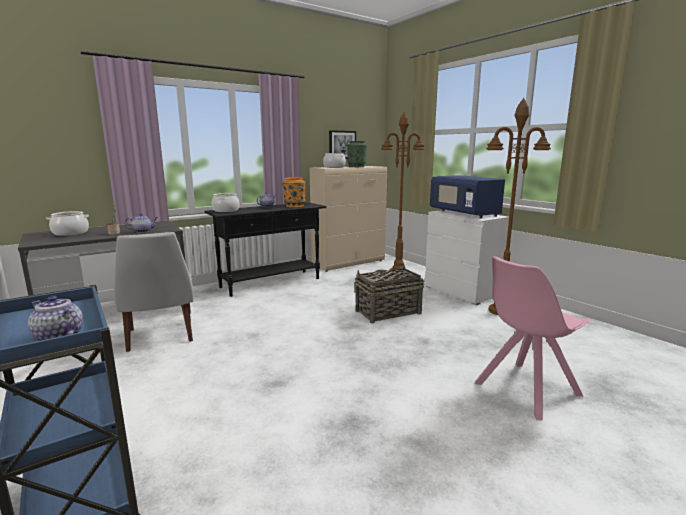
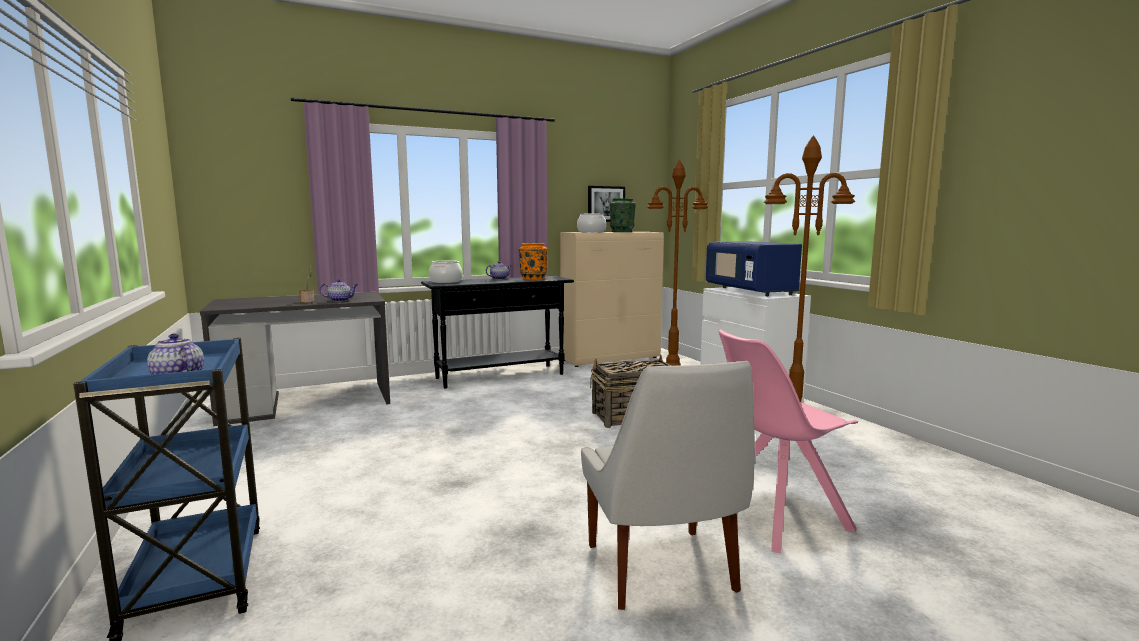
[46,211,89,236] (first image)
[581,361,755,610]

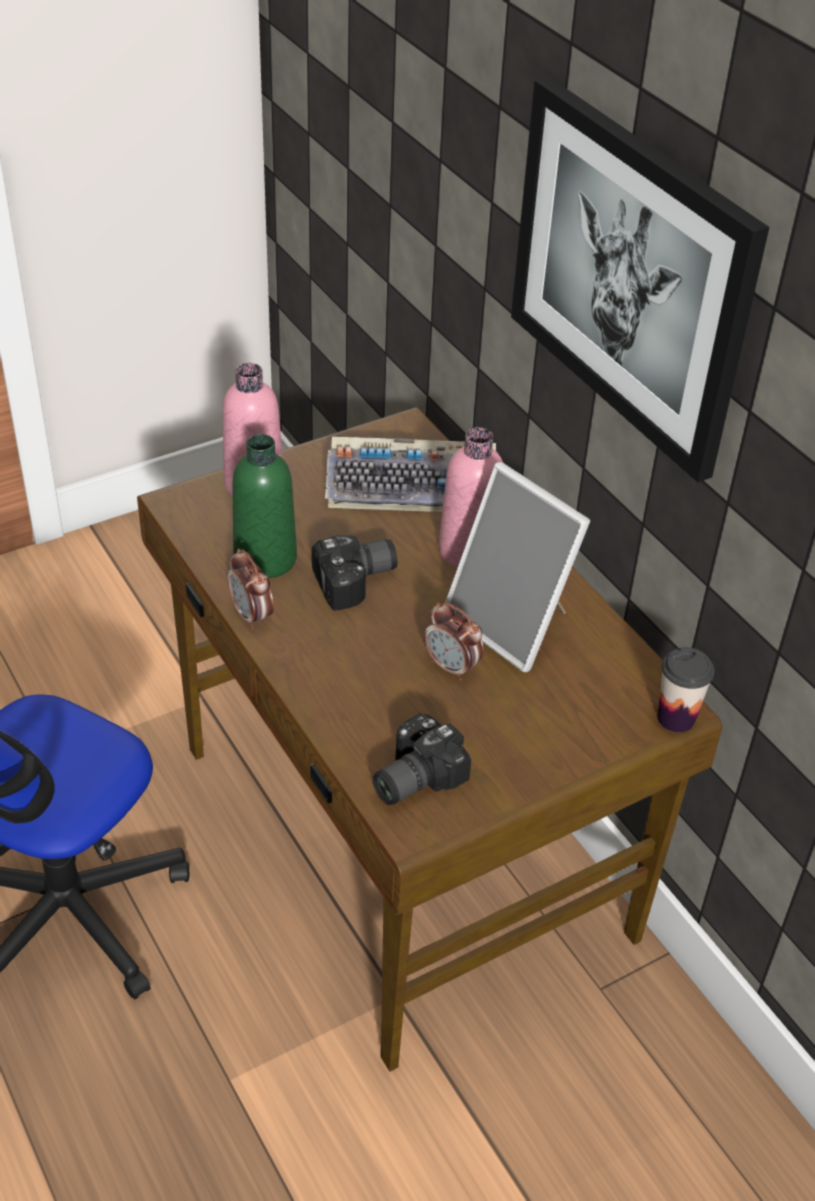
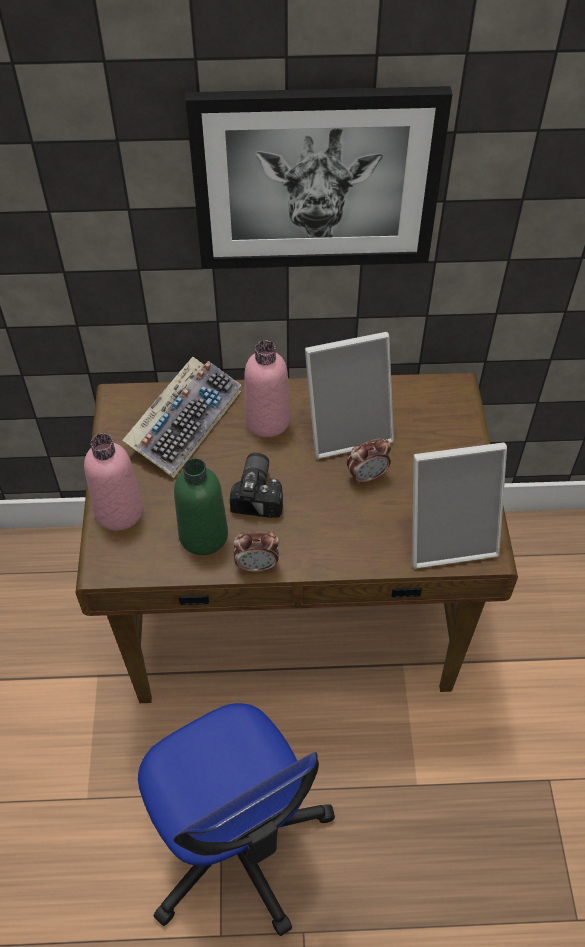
[412,442,507,569]
[657,647,714,733] (first image)

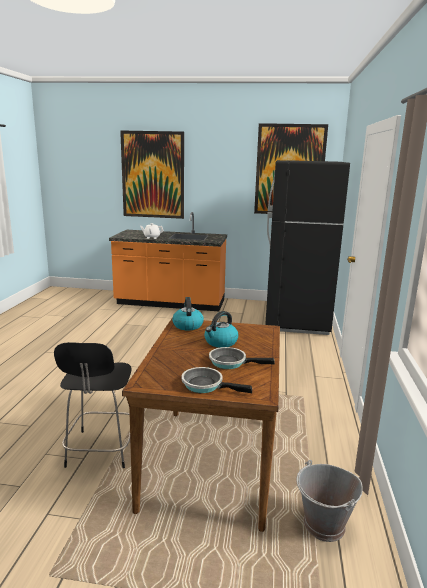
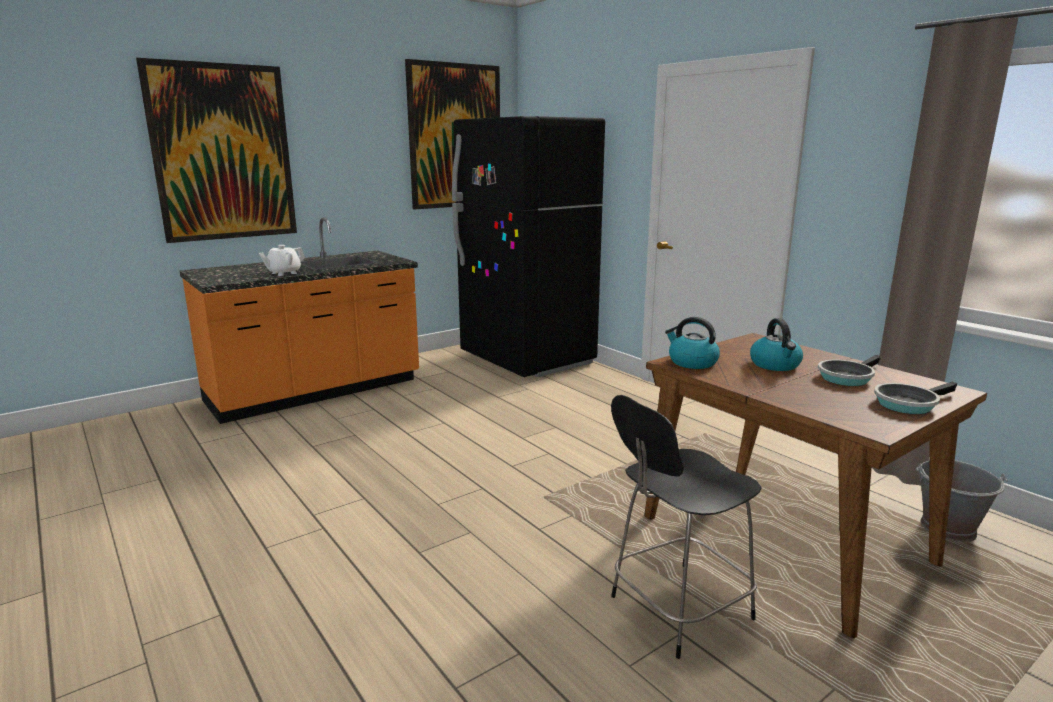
[611,395,762,659]

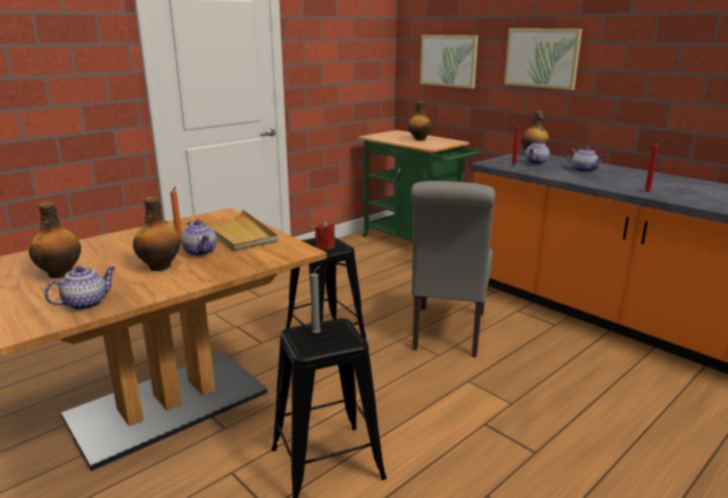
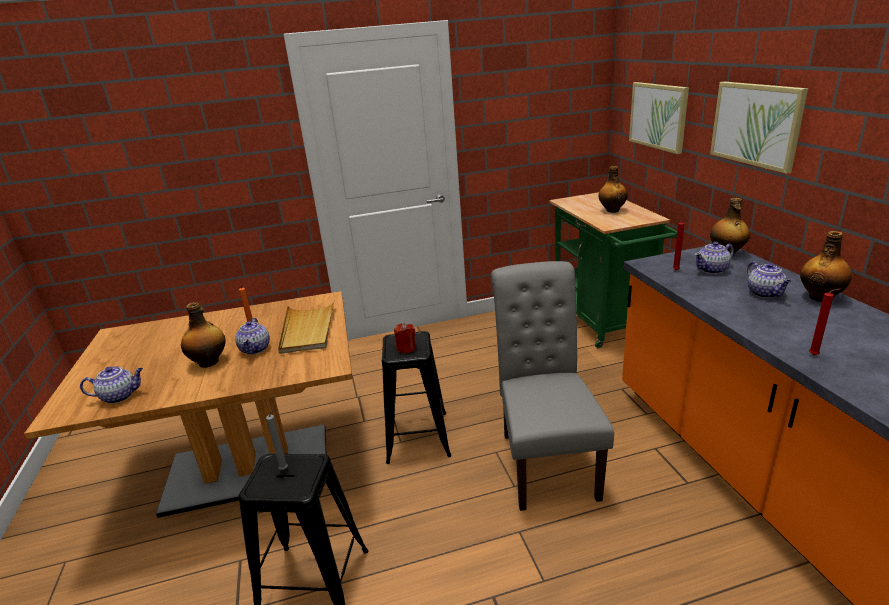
[800,231,852,302]
[491,261,614,511]

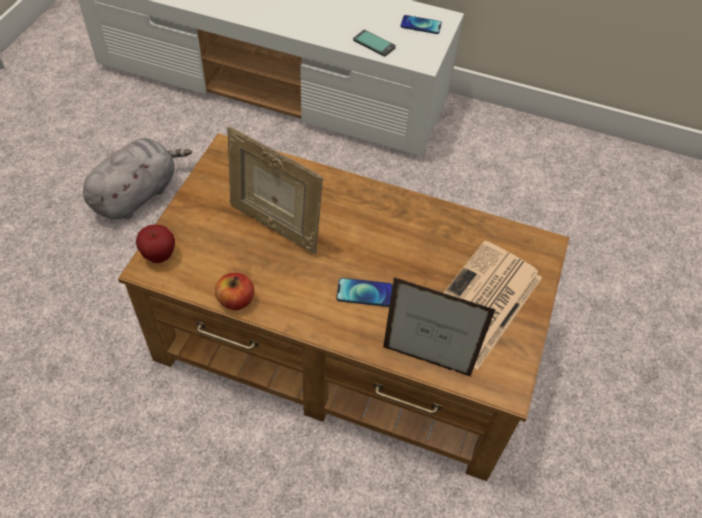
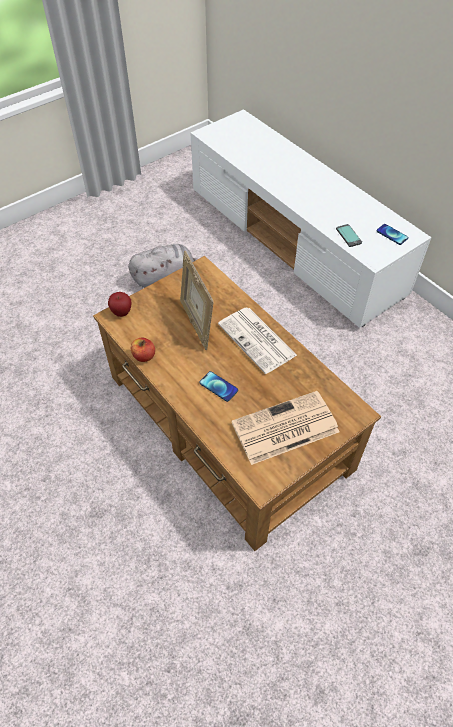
[383,277,496,377] (first image)
[218,307,297,374]

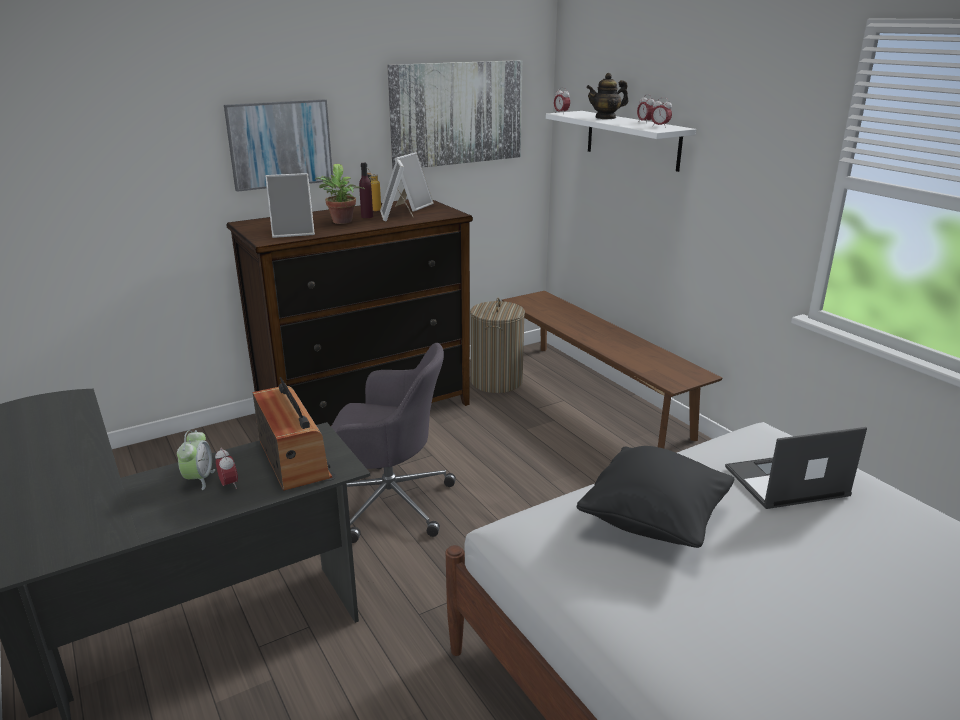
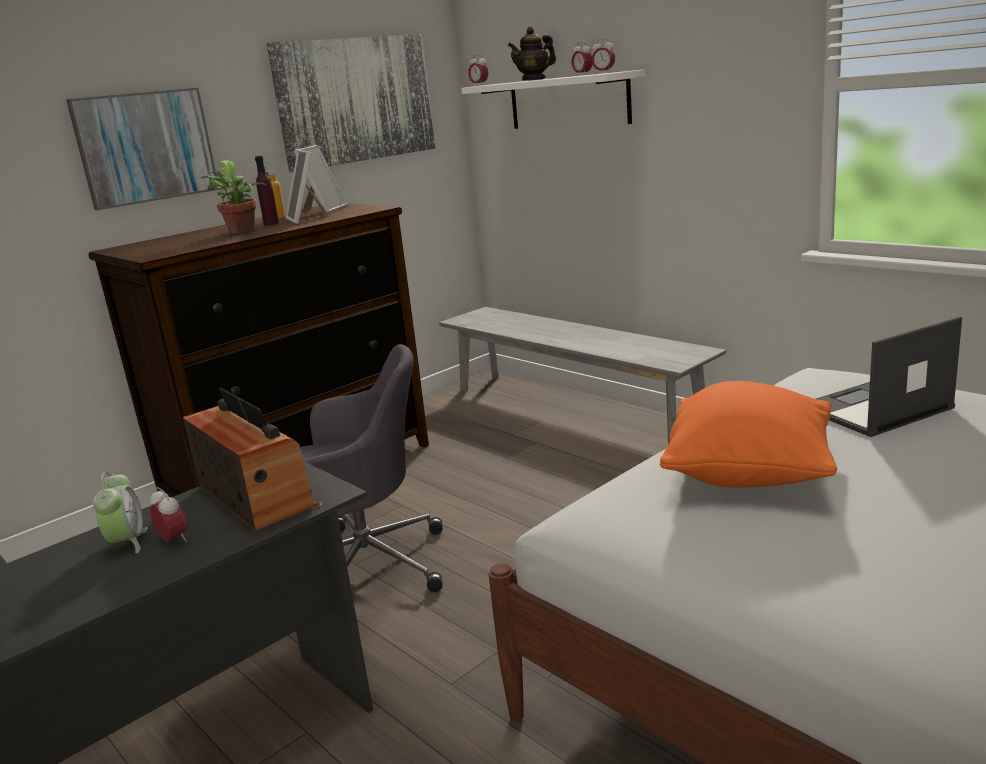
[265,173,315,238] (first image)
[470,298,525,393] (first image)
[439,307,727,445]
[660,381,837,488]

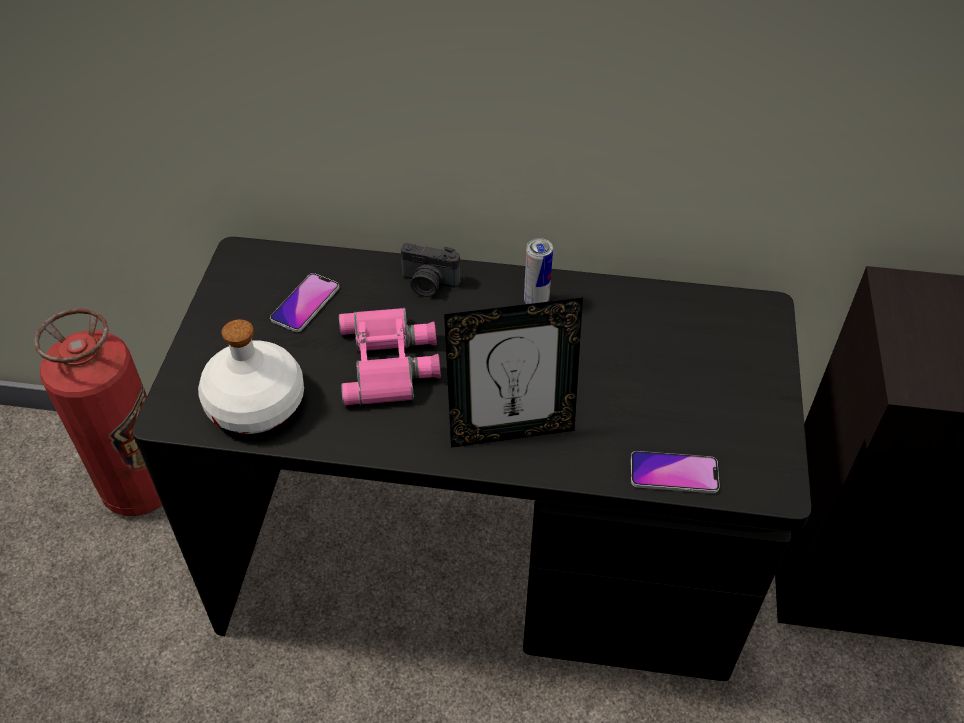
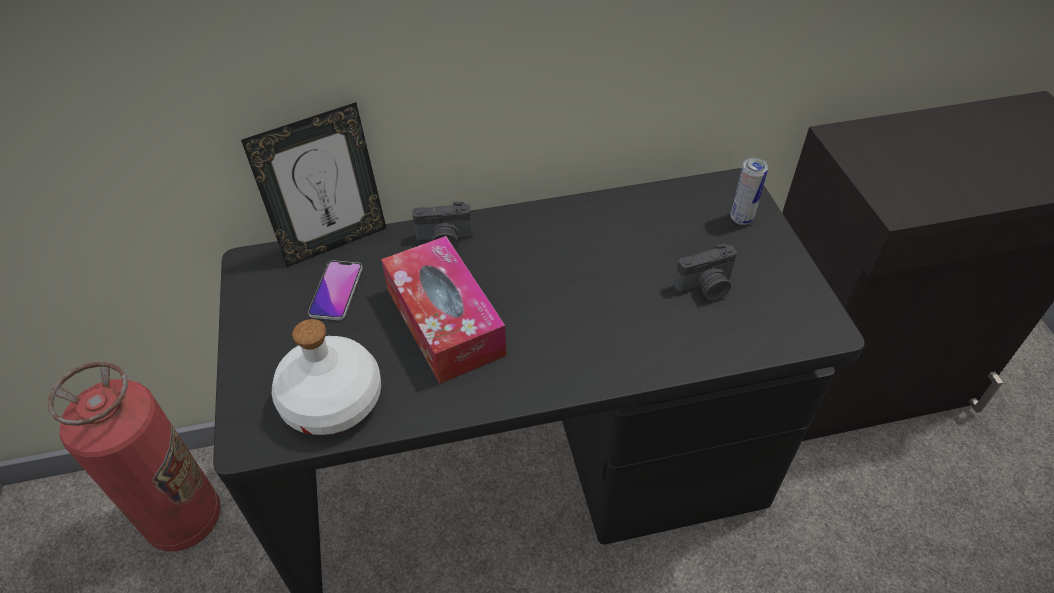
[381,236,507,384]
[241,102,386,267]
[731,158,768,225]
[631,451,720,493] (first image)
[674,243,737,301]

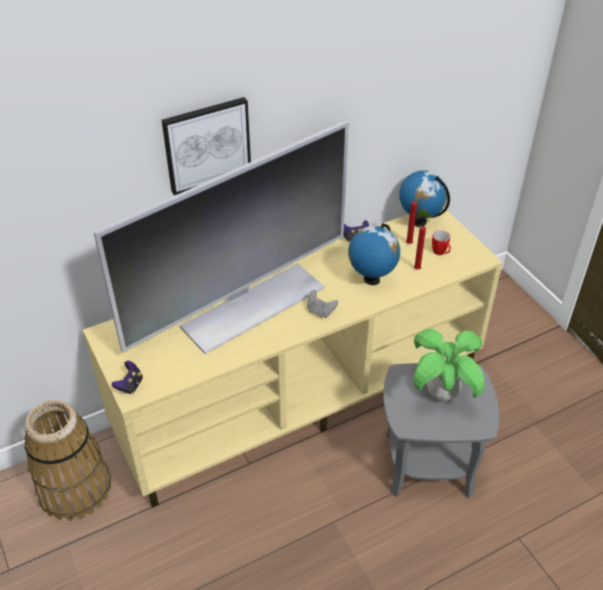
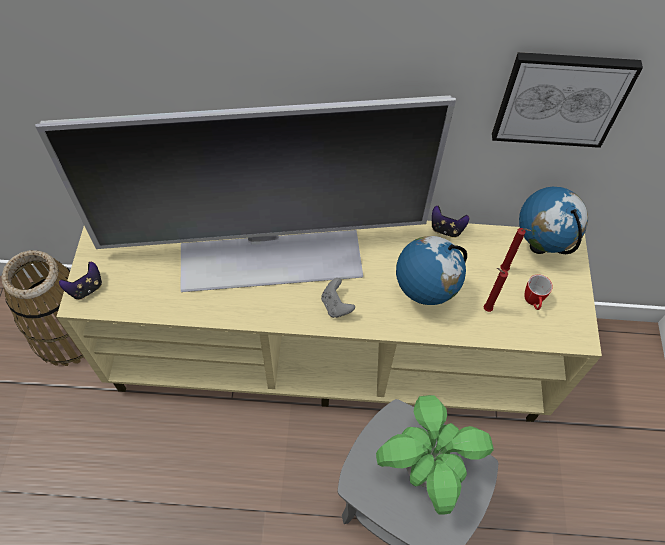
[492,52,643,148]

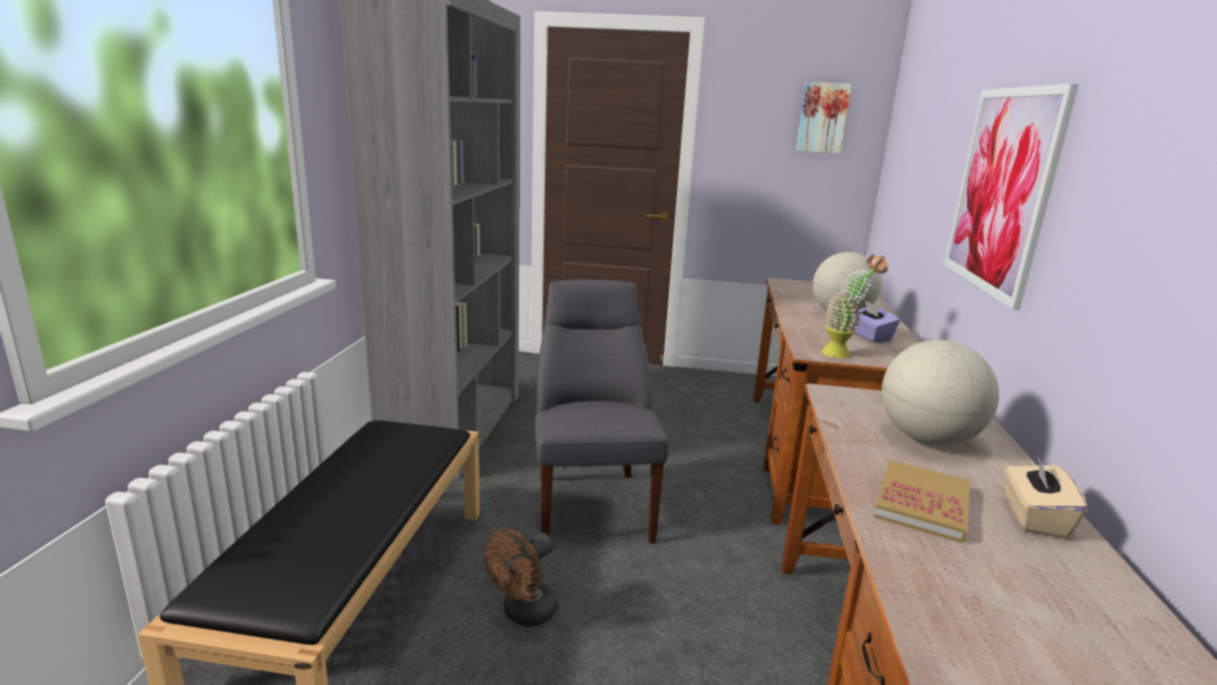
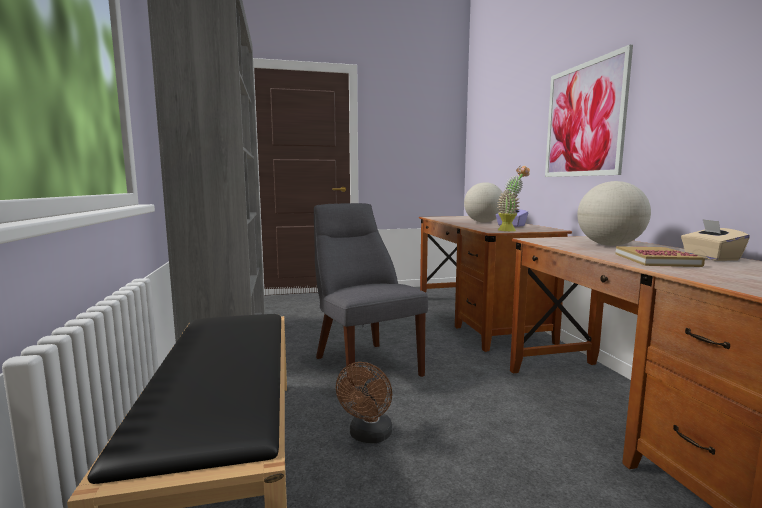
[796,82,852,154] (first image)

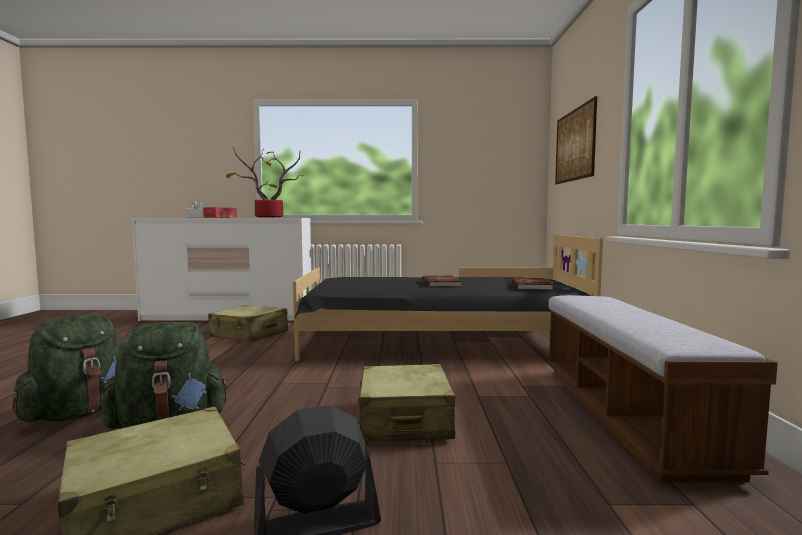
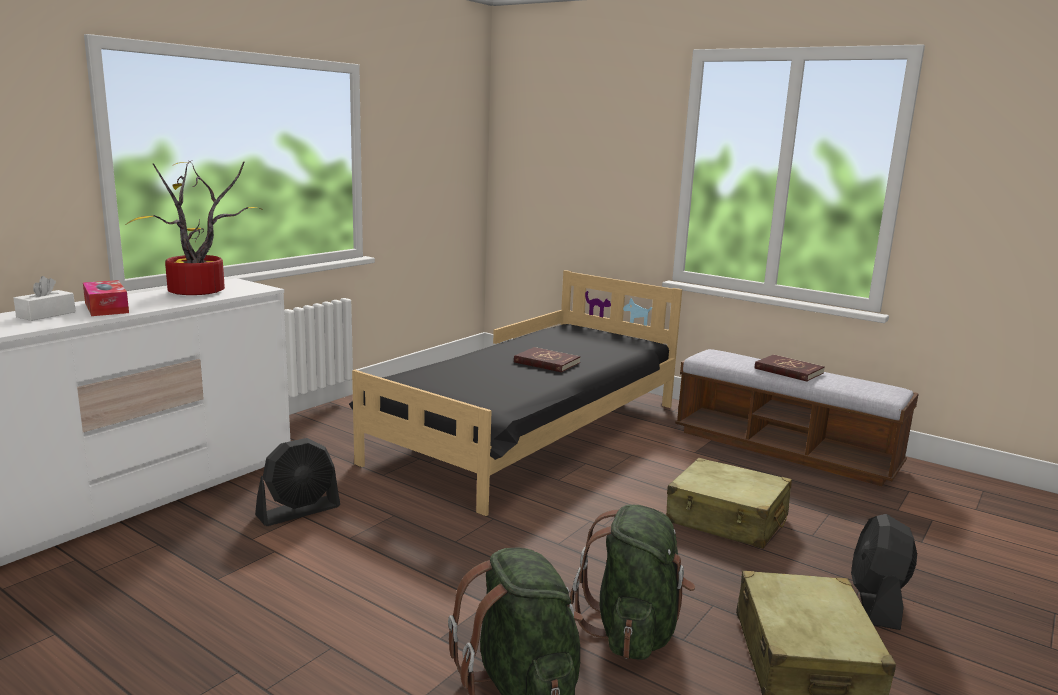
[255,438,340,526]
[755,354,825,382]
[555,96,597,185] (first image)

